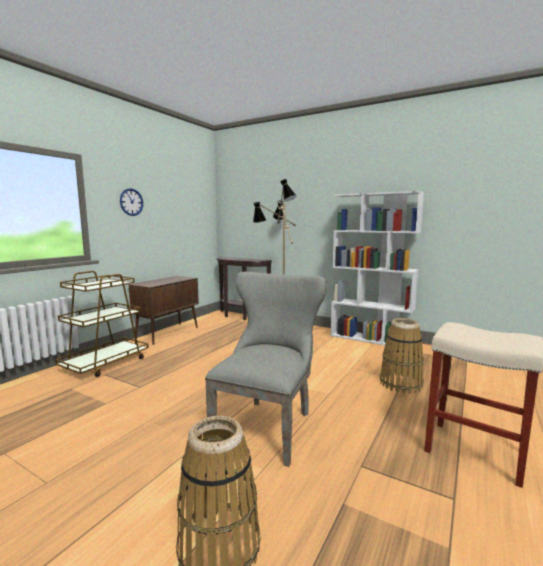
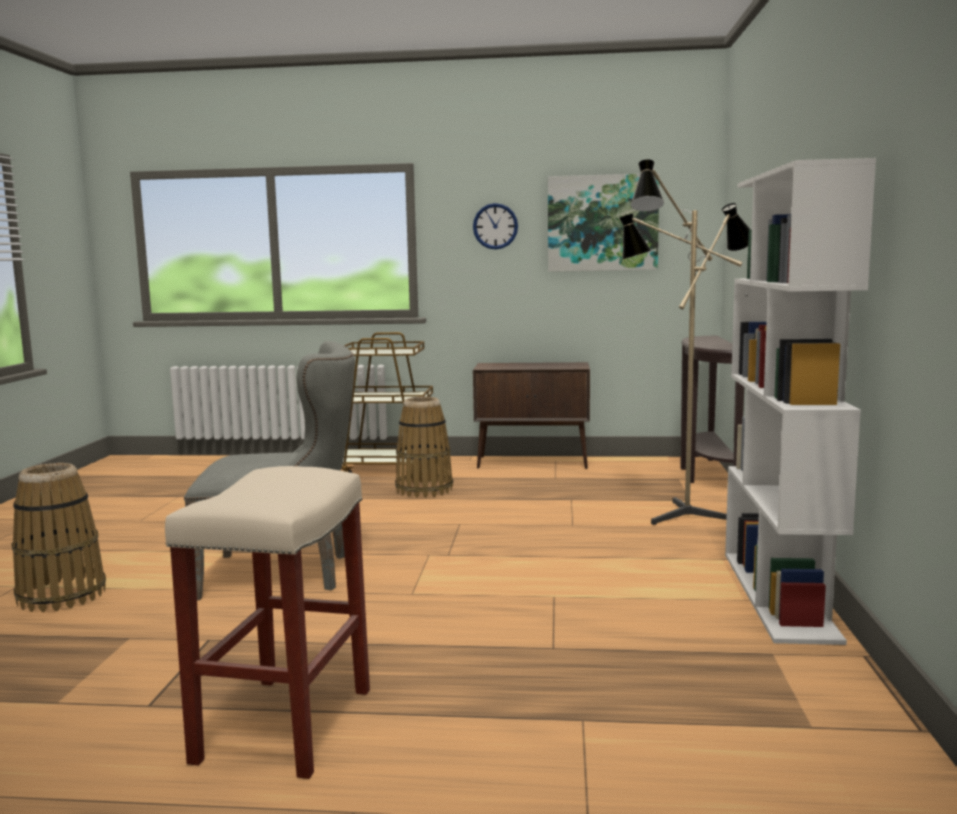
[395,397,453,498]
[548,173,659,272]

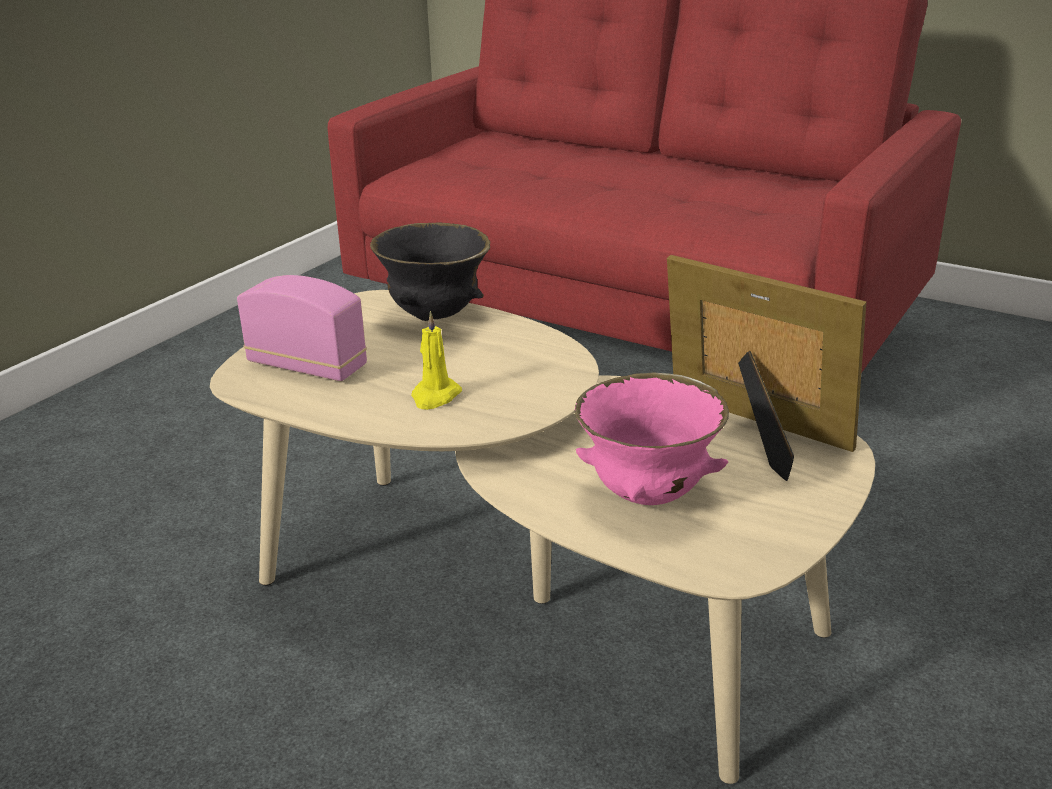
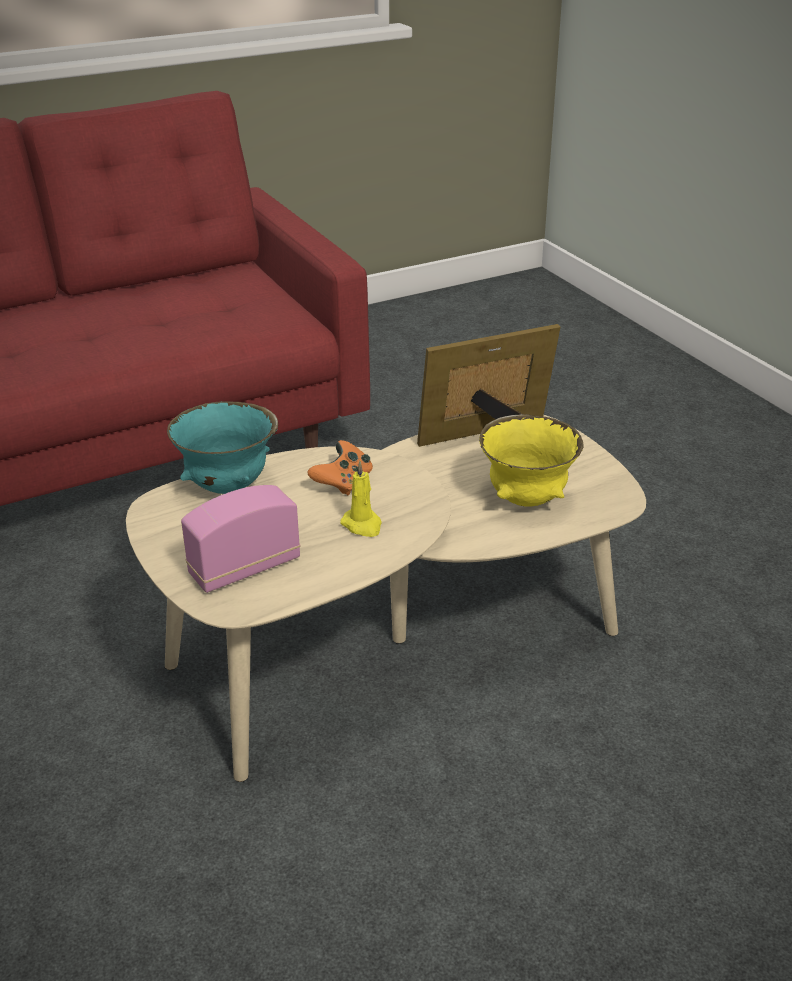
[167,401,278,494]
[479,414,584,507]
[307,440,373,496]

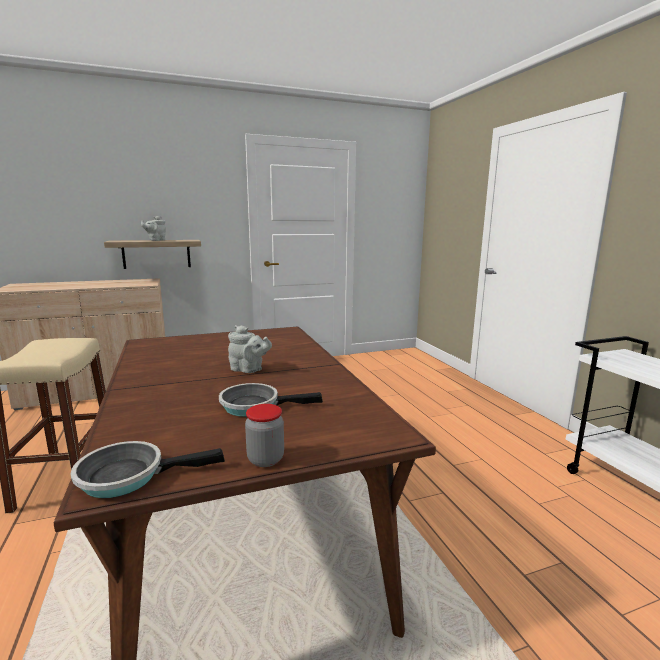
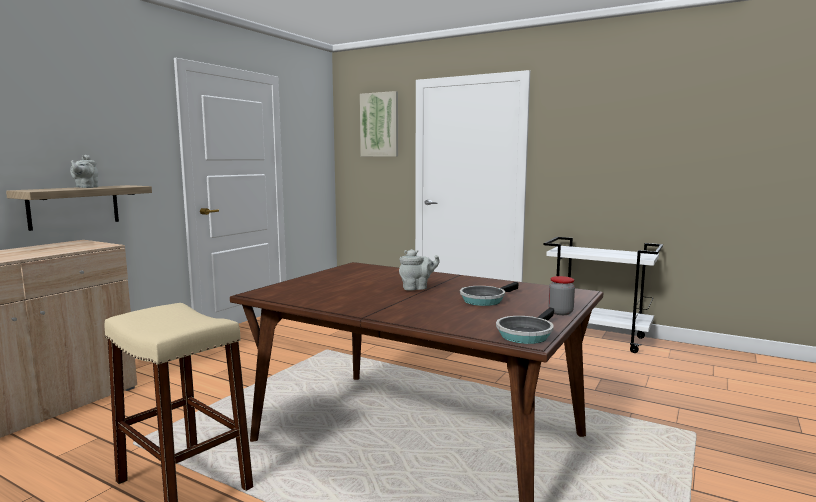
[360,91,398,157]

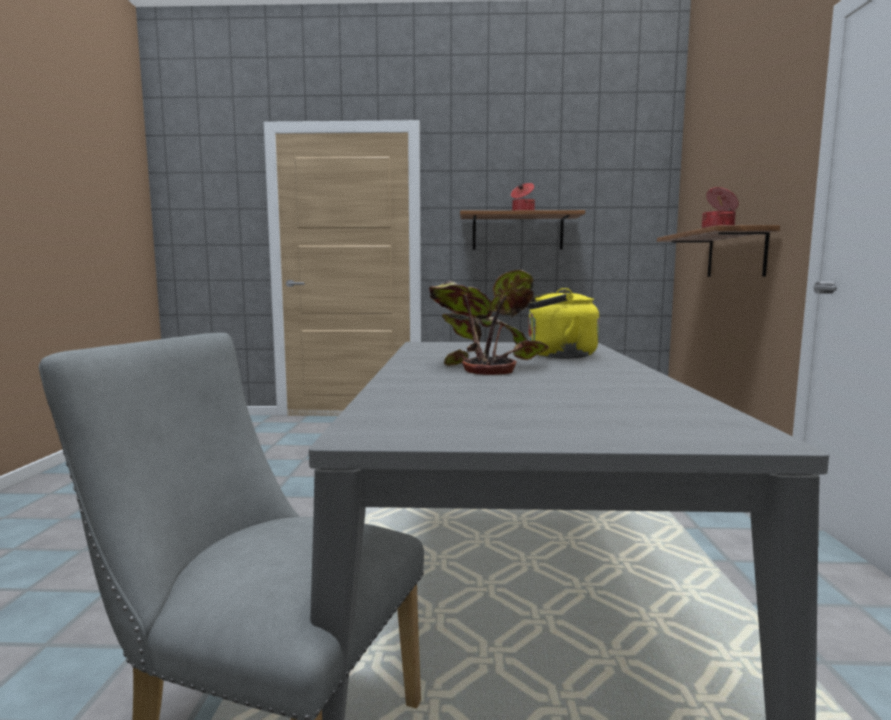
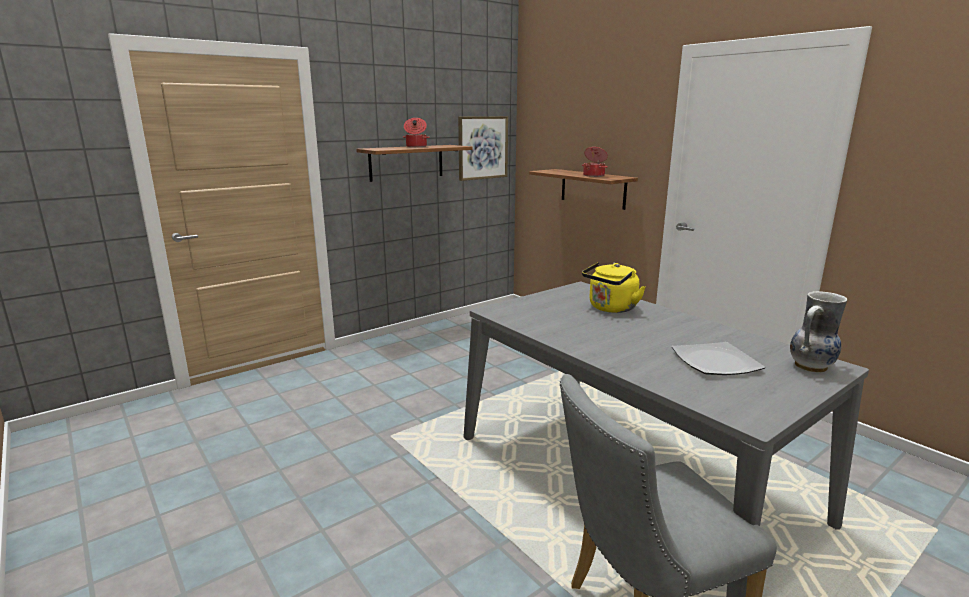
[429,269,549,375] (first image)
[458,116,508,181]
[672,342,765,375]
[790,291,847,373]

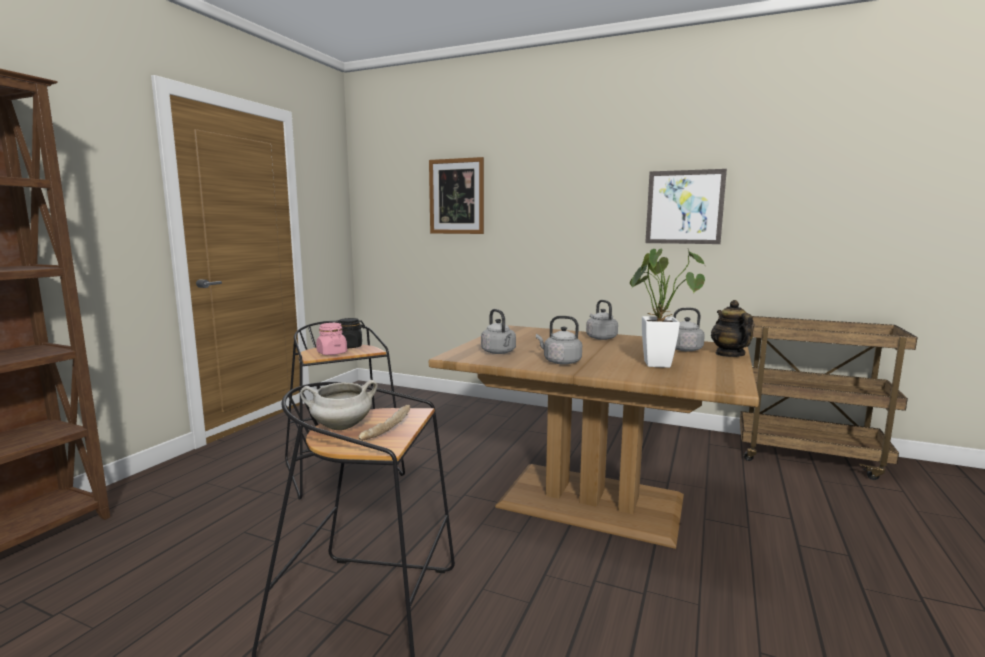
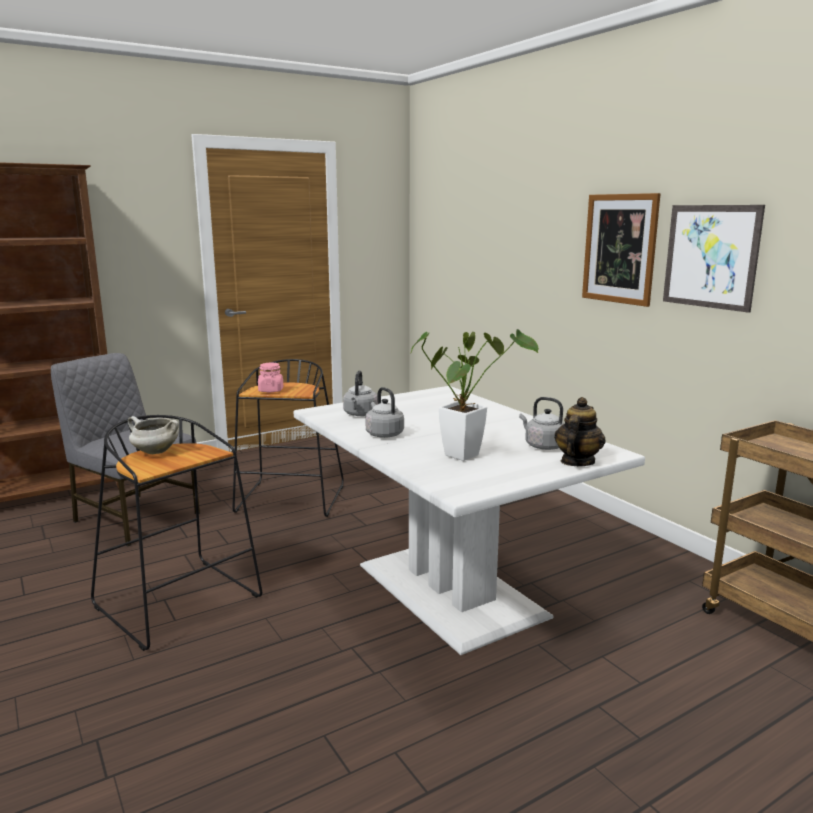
[336,318,365,348] (first image)
[358,405,410,441] (first image)
[582,193,661,307]
[294,386,645,655]
[586,300,618,340] (first image)
[51,353,200,546]

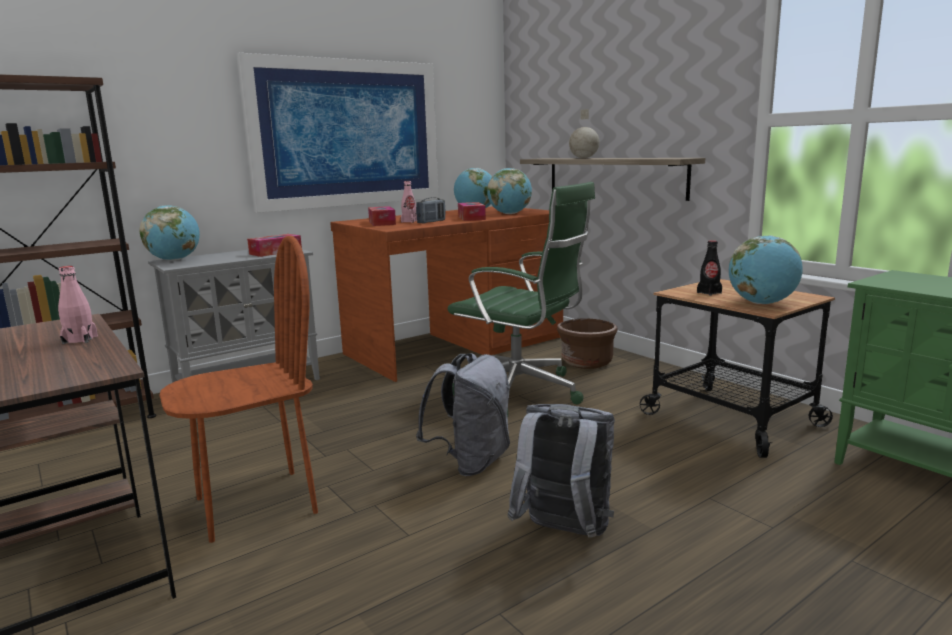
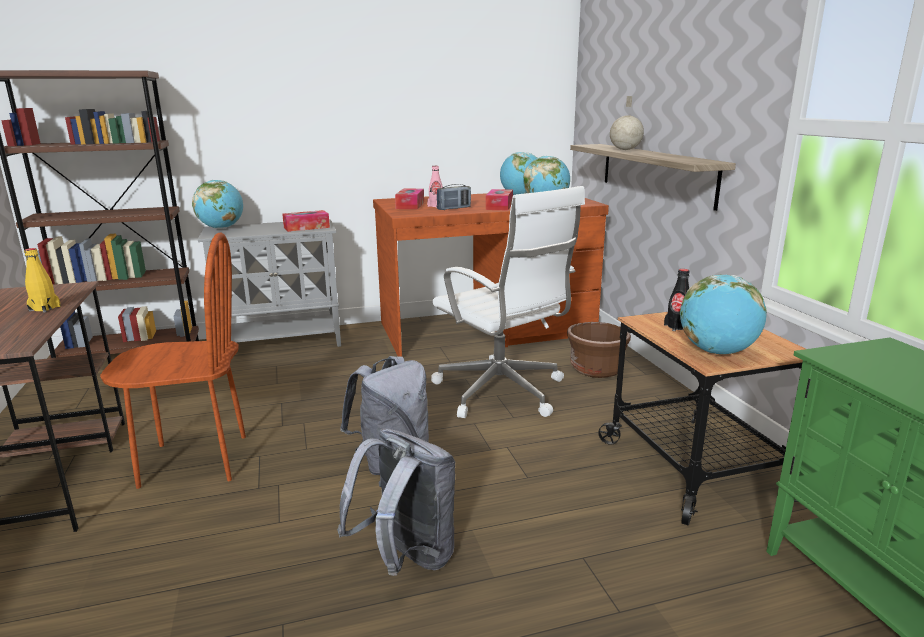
[24,248,61,313]
[236,53,439,213] (first image)
[431,186,585,418]

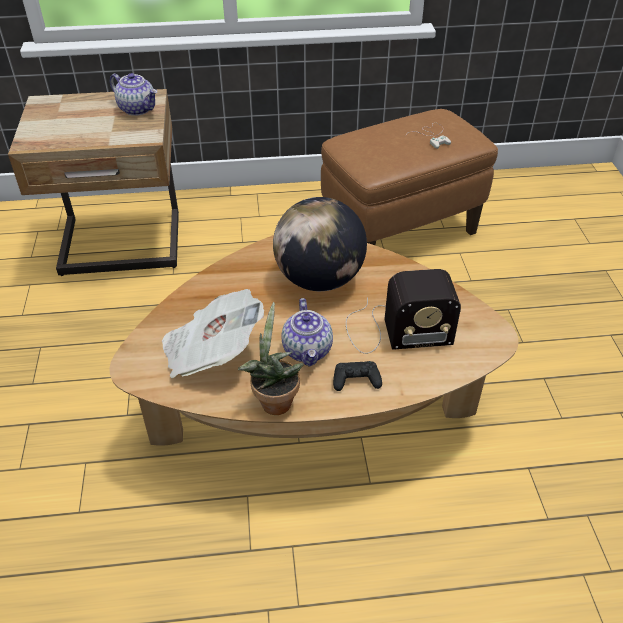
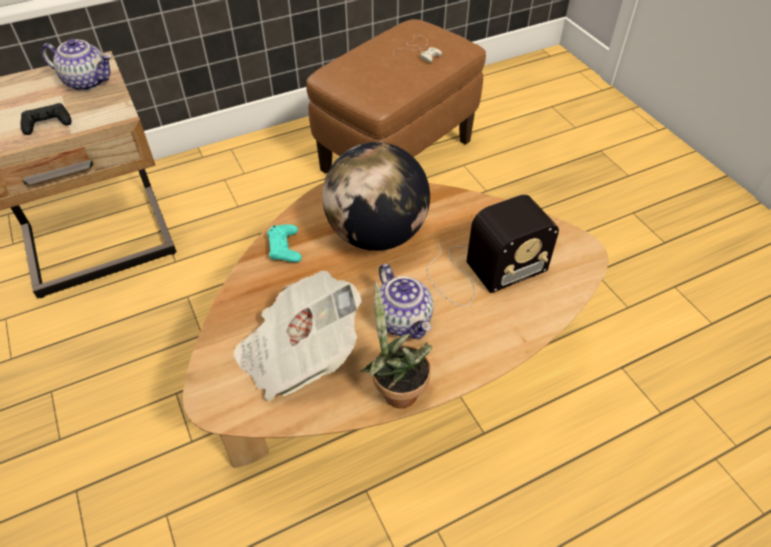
[20,103,72,135]
[267,224,302,262]

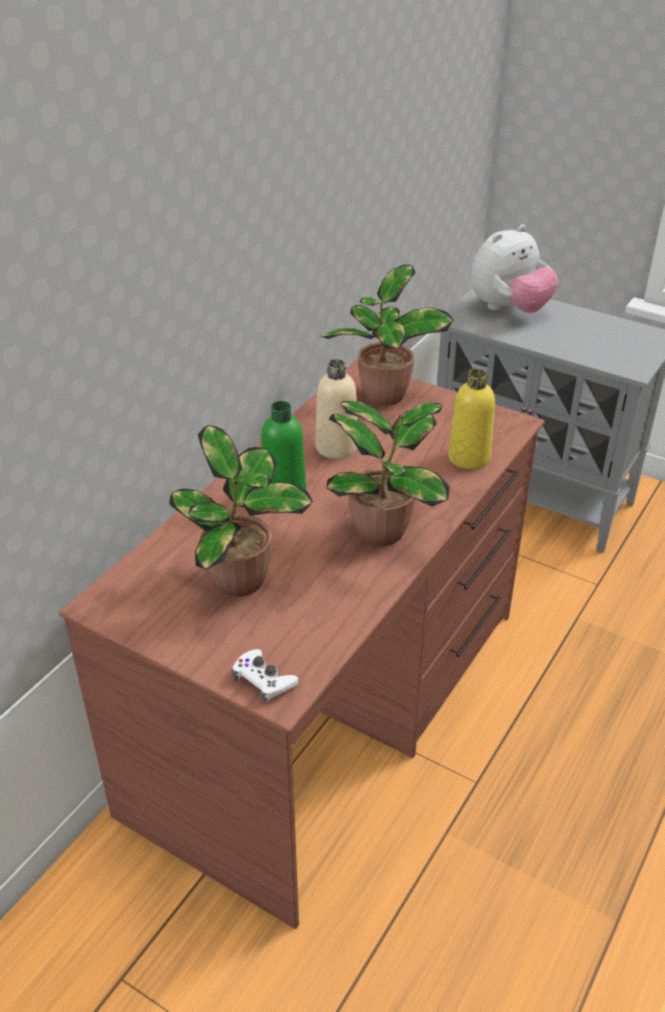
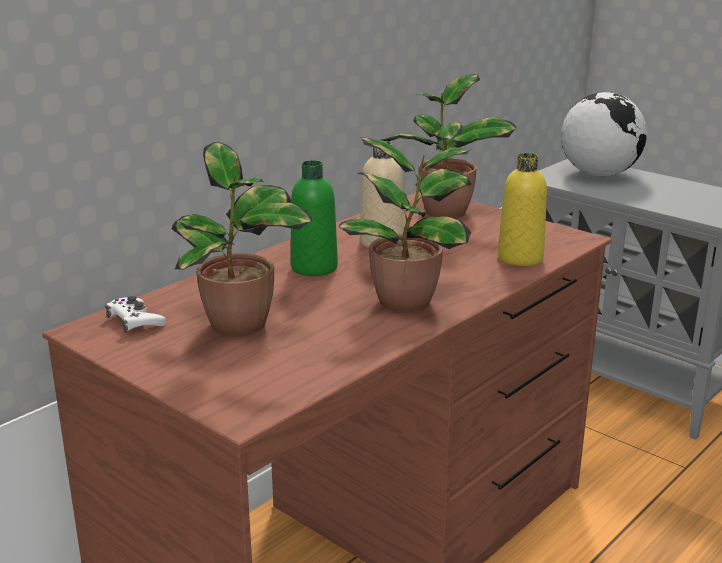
[105,296,166,332]
[561,92,647,177]

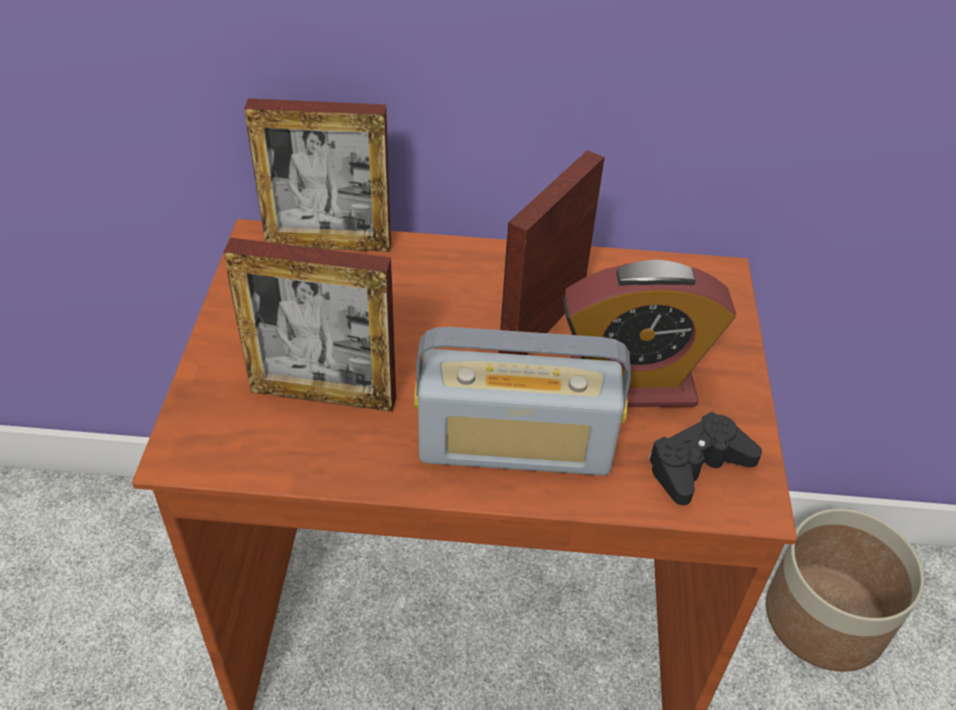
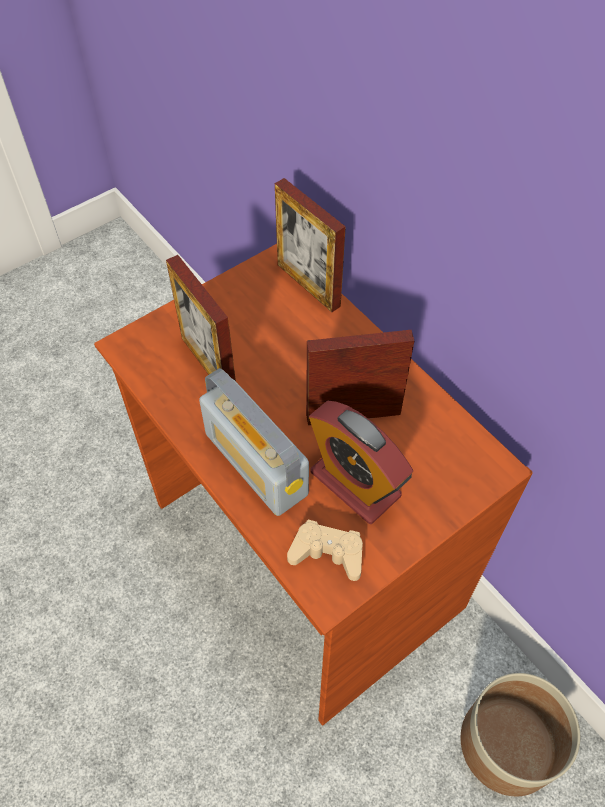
[287,520,363,581]

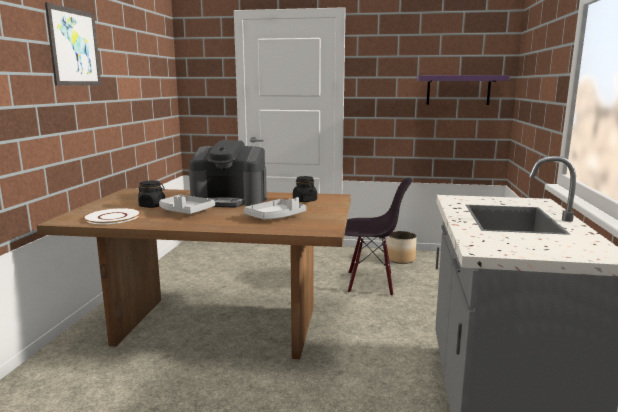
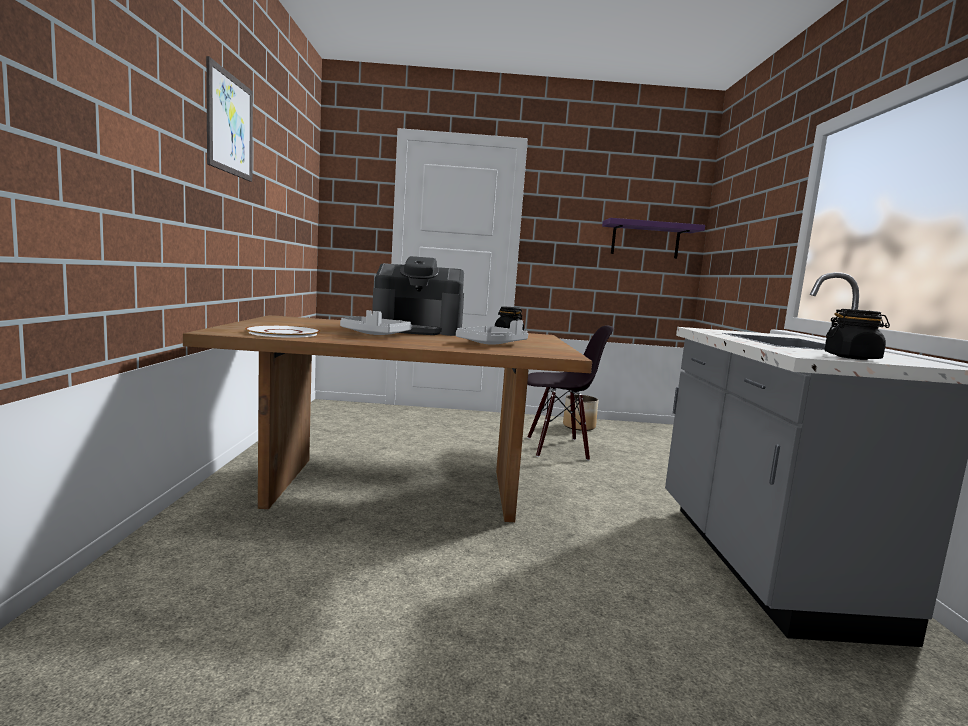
[824,309,890,360]

